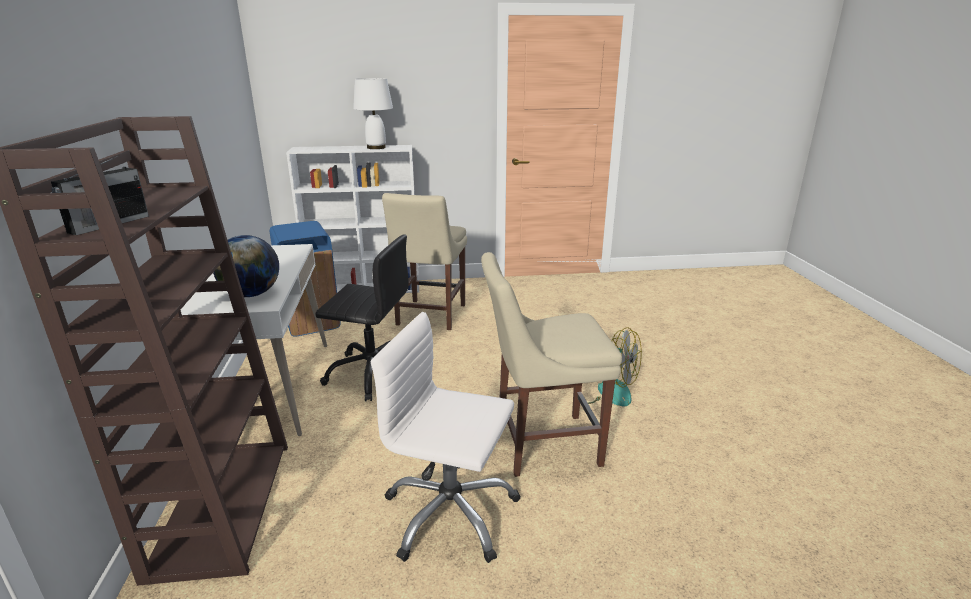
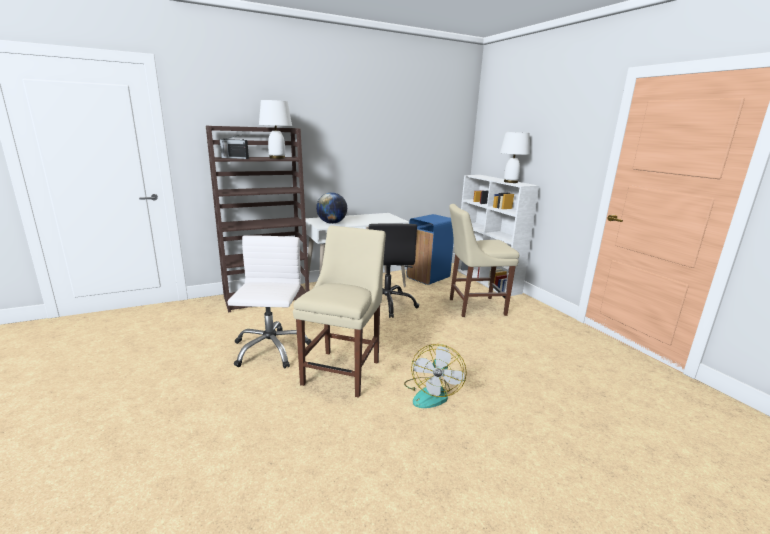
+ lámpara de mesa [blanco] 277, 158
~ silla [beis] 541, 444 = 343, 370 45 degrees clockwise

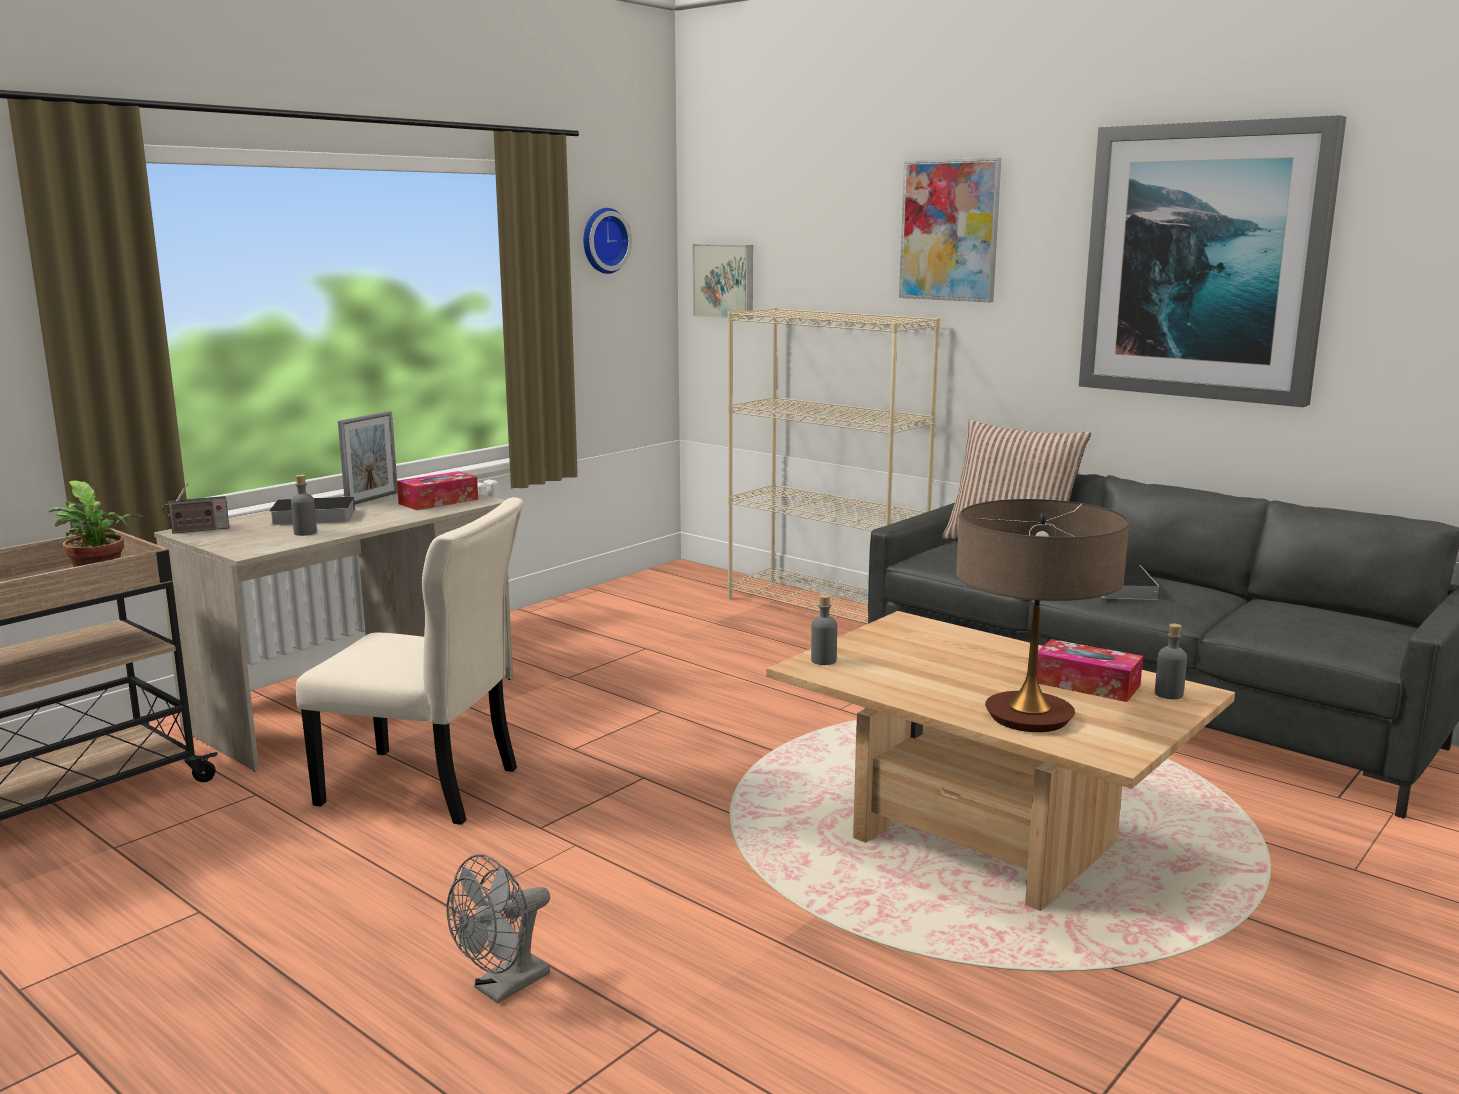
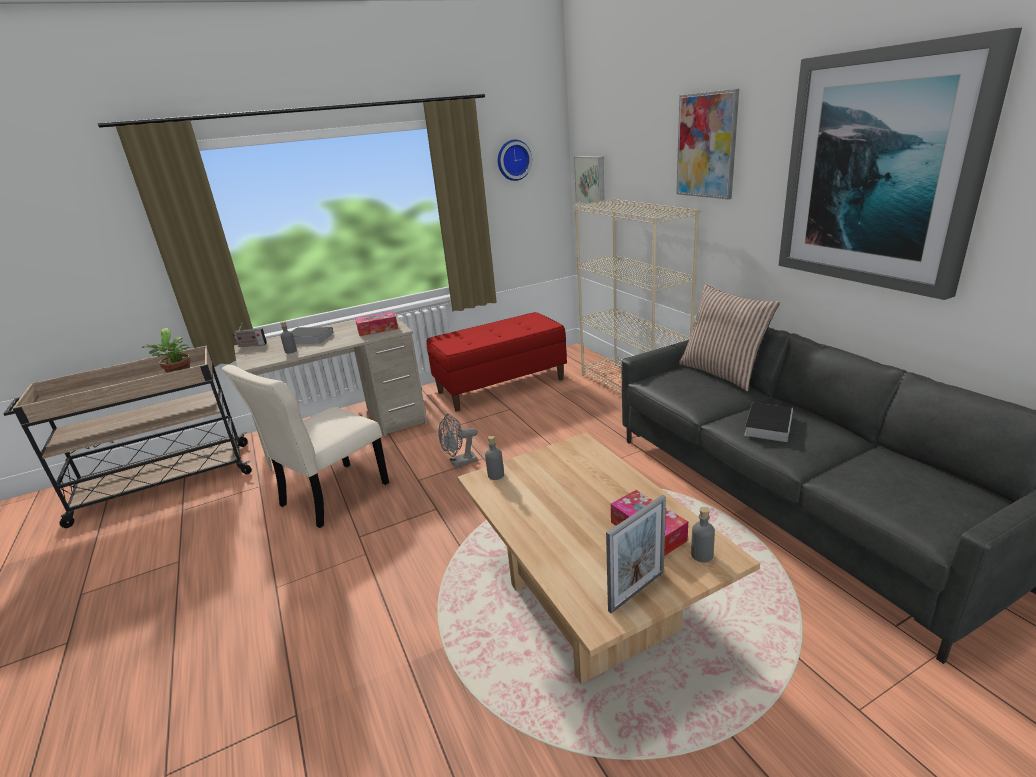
~ silla [beis] 426, 788 = 330, 496 90 degrees clockwise
+ banco [rojo] 501, 385
~ ventilador [gris] 503, 988 to 459, 462
~ portarretratos 372, 499 to 636, 591
- lámpara de mesa 1028, 717

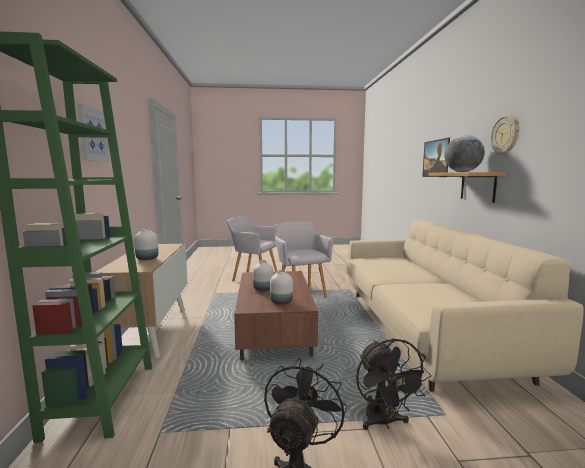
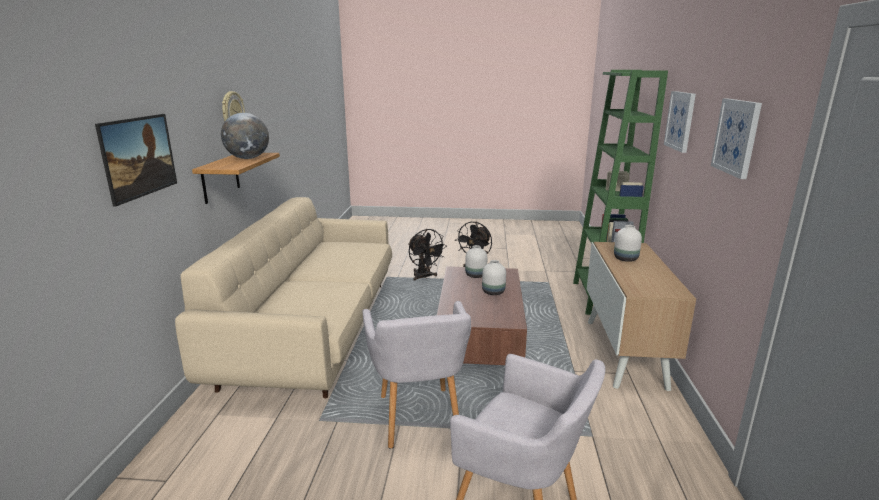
~ ventilador [negro] 384, 422 = 424, 277 150 degrees clockwise
+ cuadro 736, 137

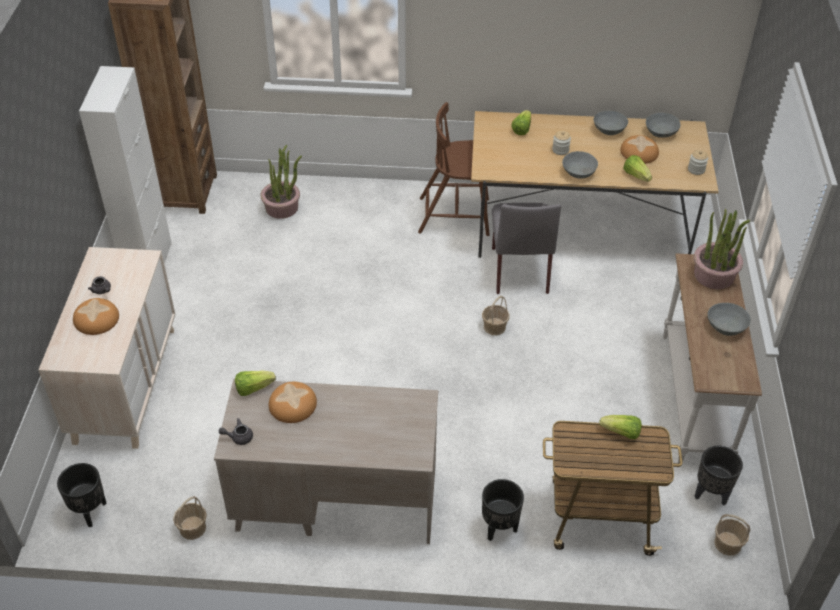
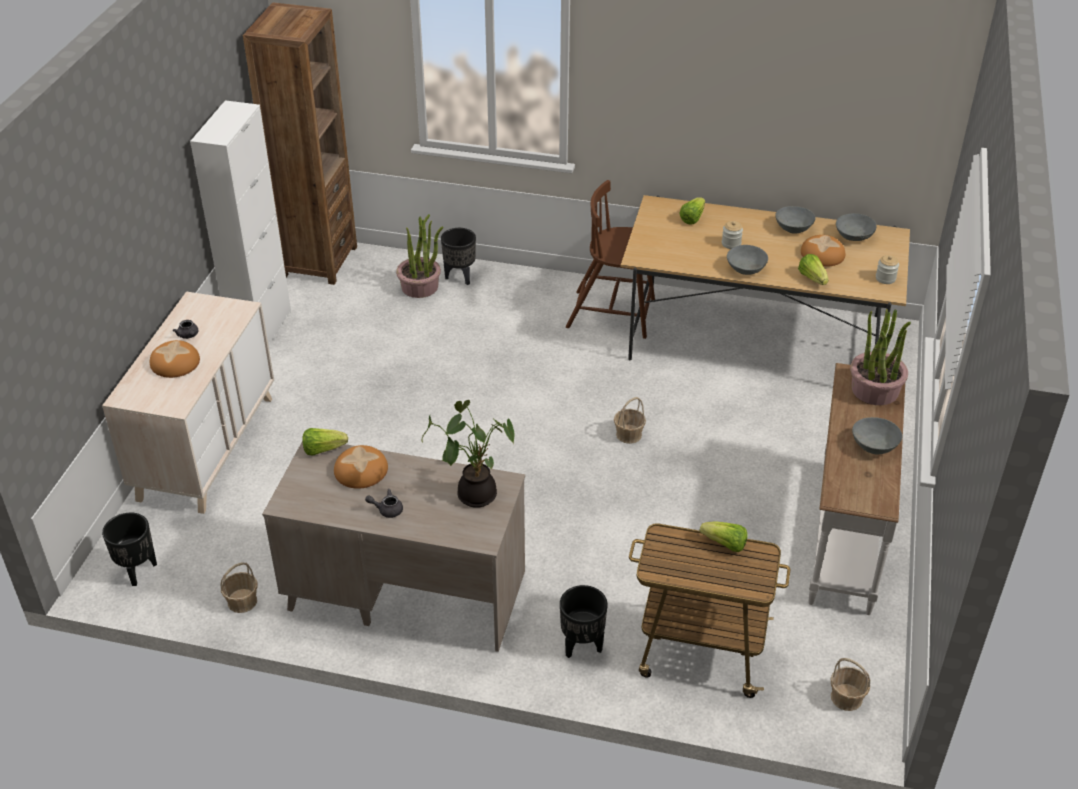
~ tetera [gris] 238, 437 to 387, 509
+ planta en maceta 475, 493
~ maceta [negro] 710, 494 to 459, 277
- silla [gris] 519, 269

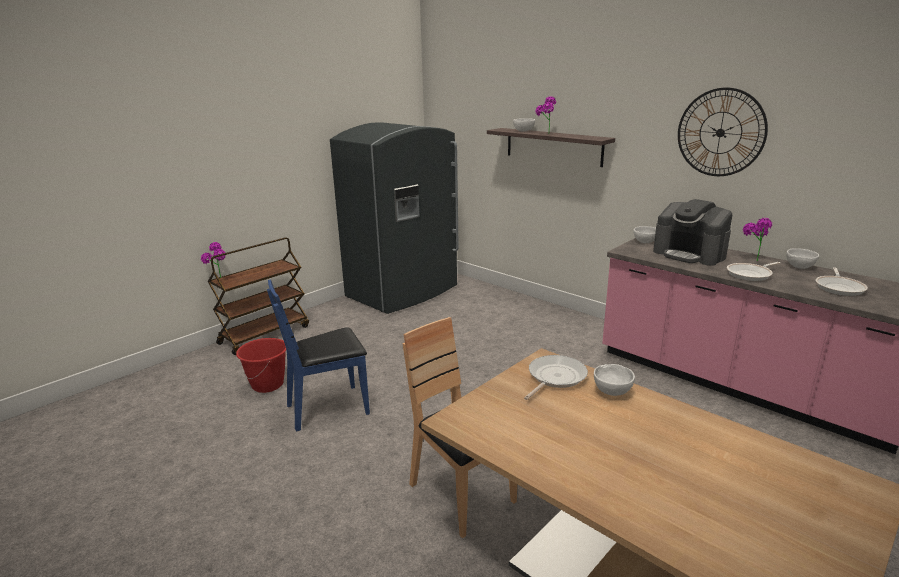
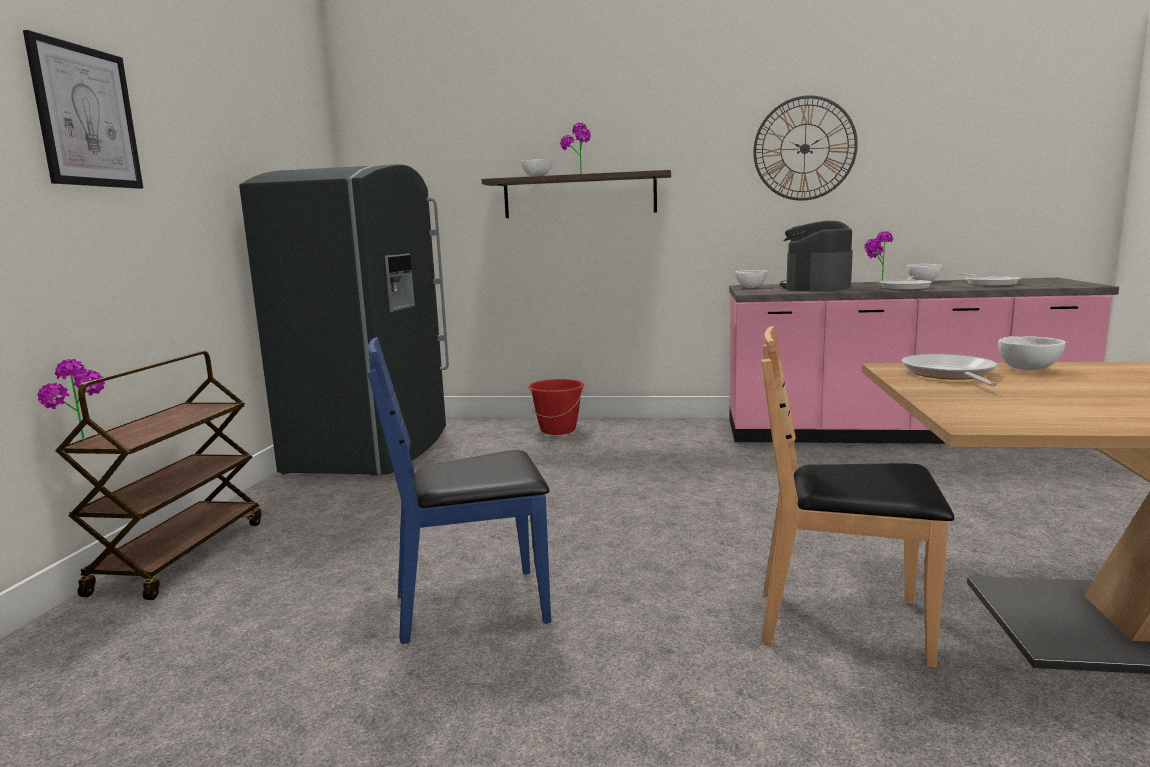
+ cuadro 86, 117
~ silla [azul] 328, 408 = 473, 606 45 degrees clockwise
~ cubo [rojo] 268, 384 to 558, 430
~ cafetera 689, 254 = 816, 287 105 degrees clockwise

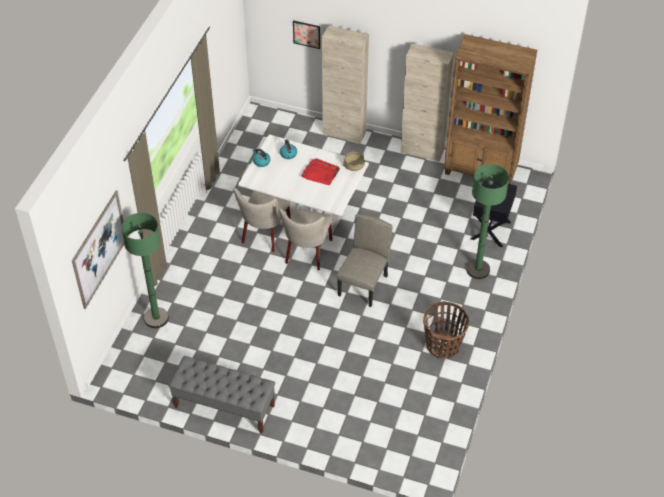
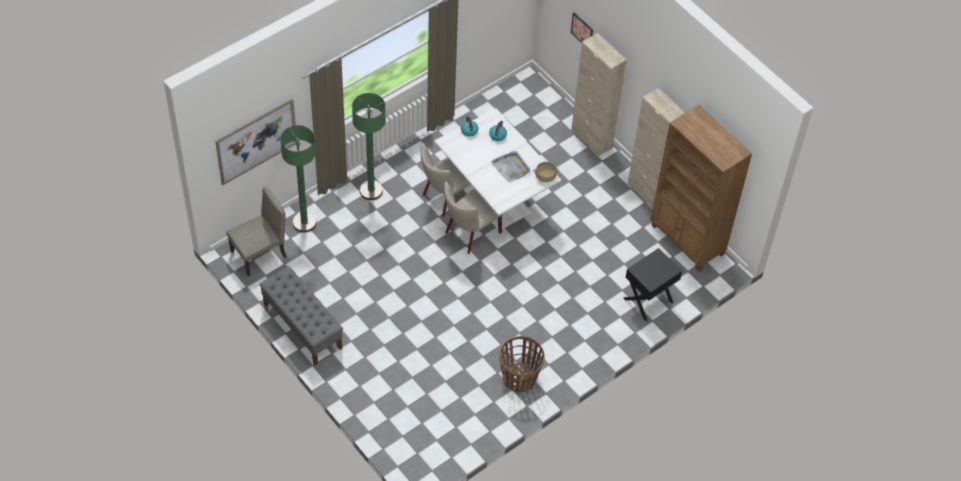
~ silla [beis] 363, 286 to 259, 254
~ lámpara de pie [verde] 478, 270 to 371, 191
~ bandeja [rojo] 320, 173 to bandeja [gris] 511, 167

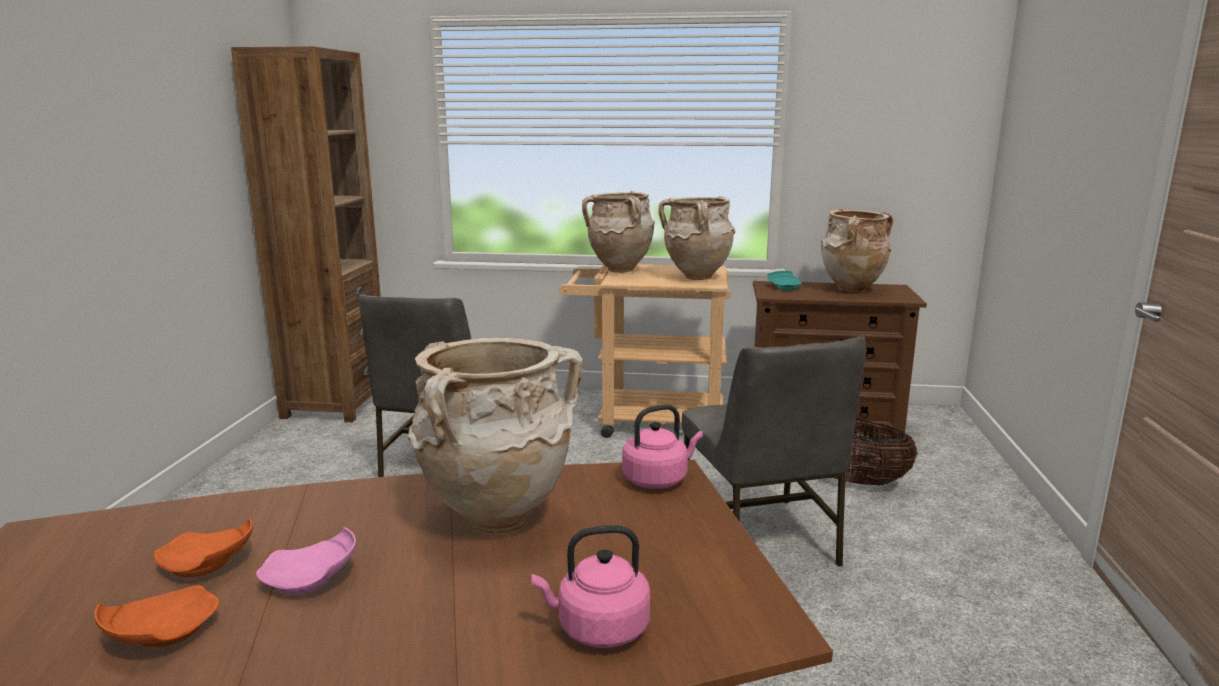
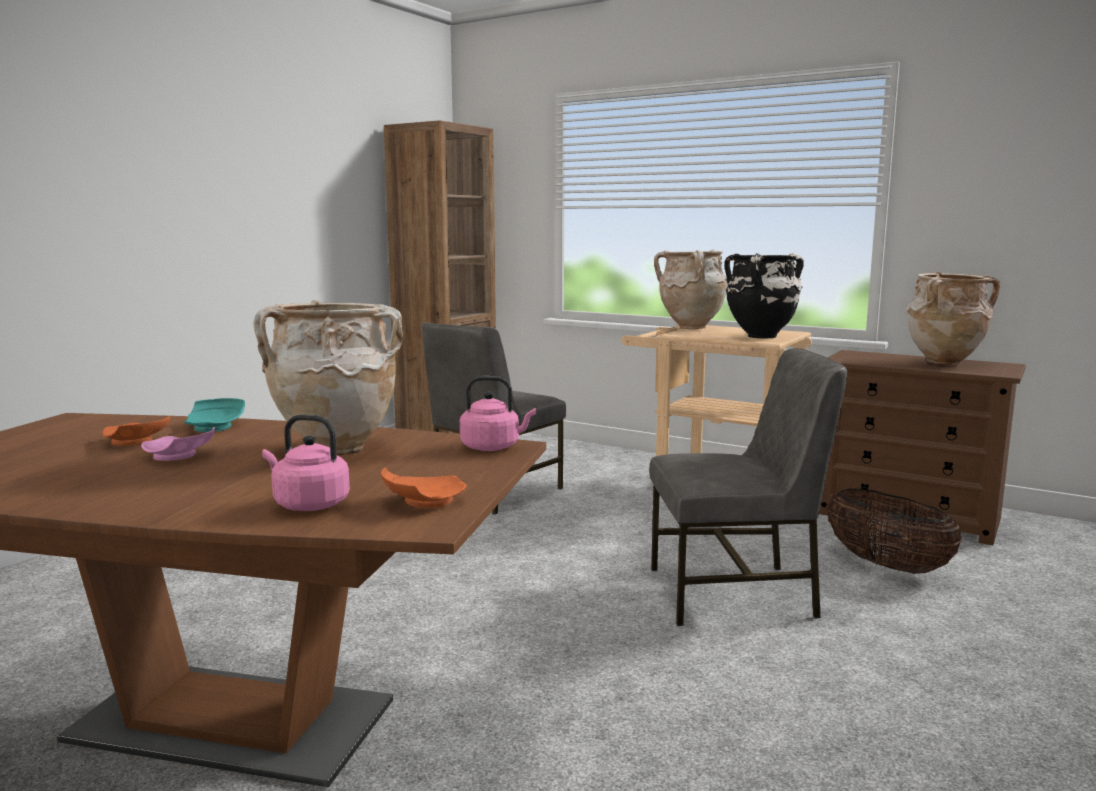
~ plato [turquesa] 785, 287 to 215, 427
~ plato [naranja] 160, 634 to 422, 502
~ silla [gris] 761, 539 = 734, 593 105 degrees counterclockwise
~ florero [beis] 697, 278 to florero [negro] 760, 337

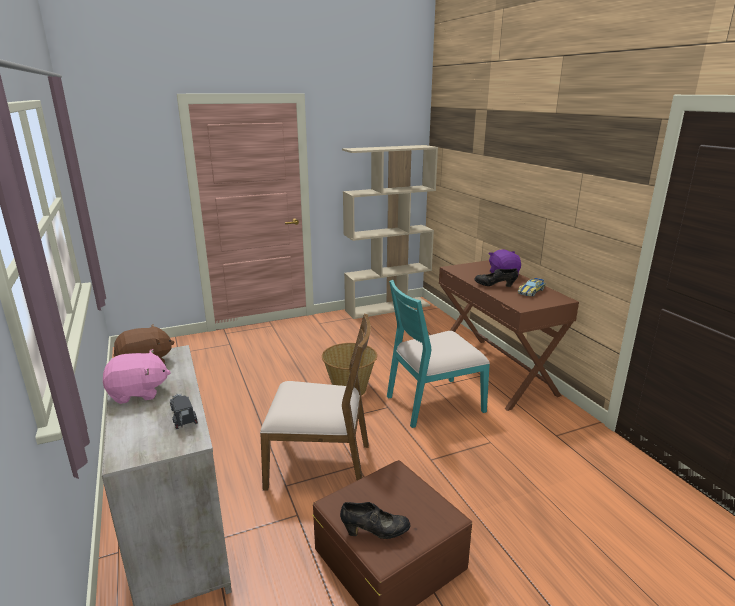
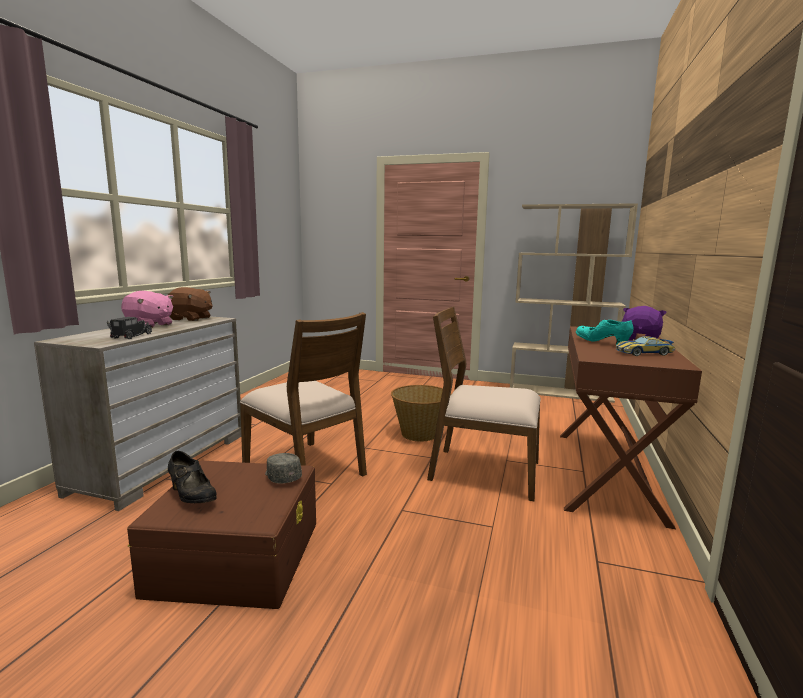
+ gorra [gris] 282, 476
~ silla [turquesa] 433, 403 to silla [marrón] 483, 471
~ zapato [negro] 495, 286 to zapato [turquesa] 602, 343

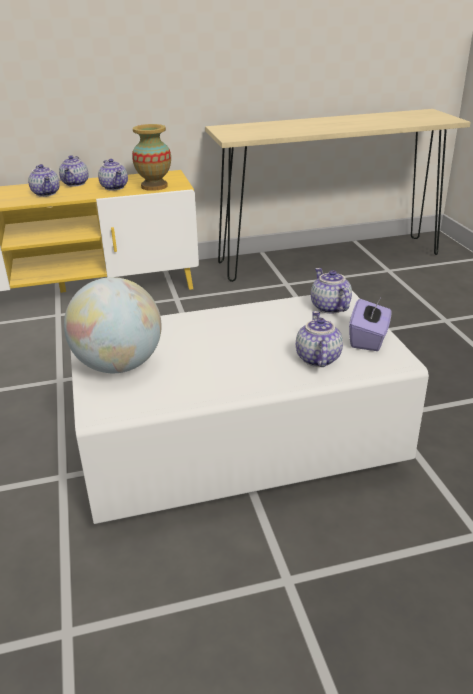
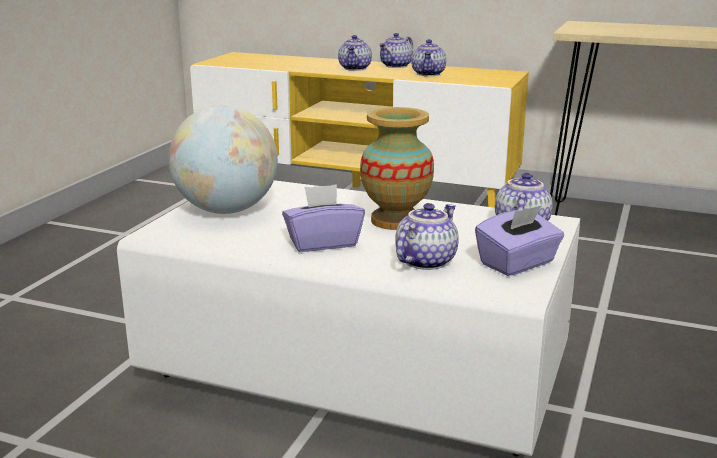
+ caja de pañuelos [morado] 323, 243
~ florero 154, 186 to 396, 221

